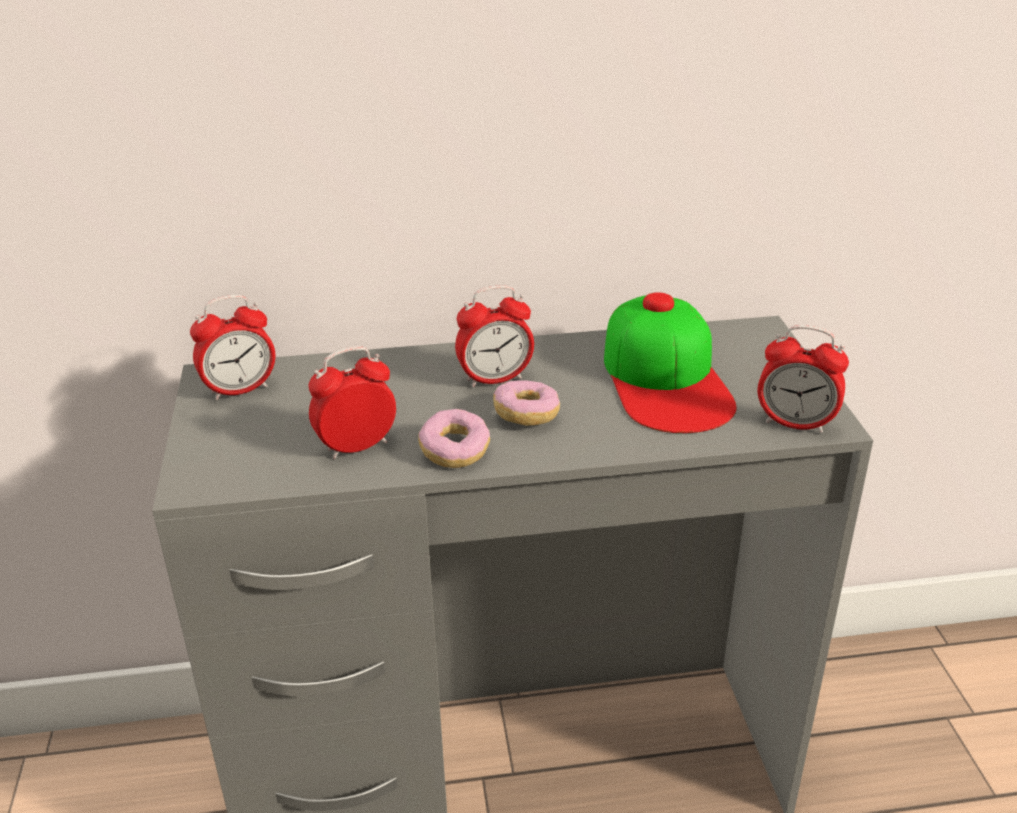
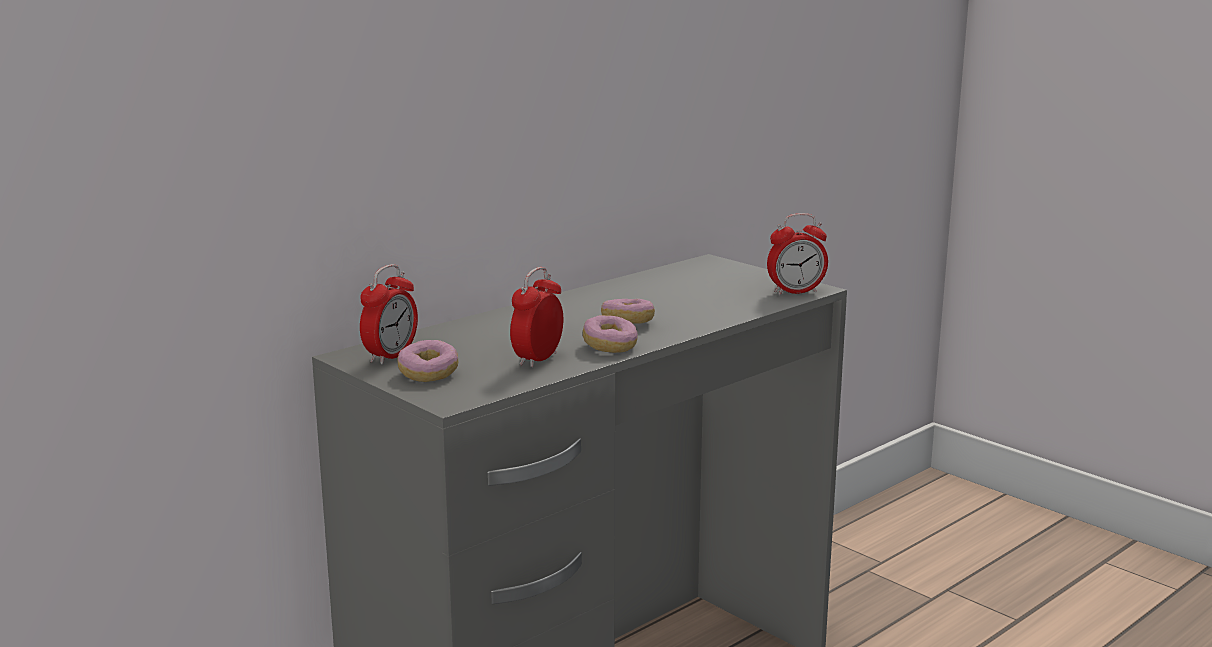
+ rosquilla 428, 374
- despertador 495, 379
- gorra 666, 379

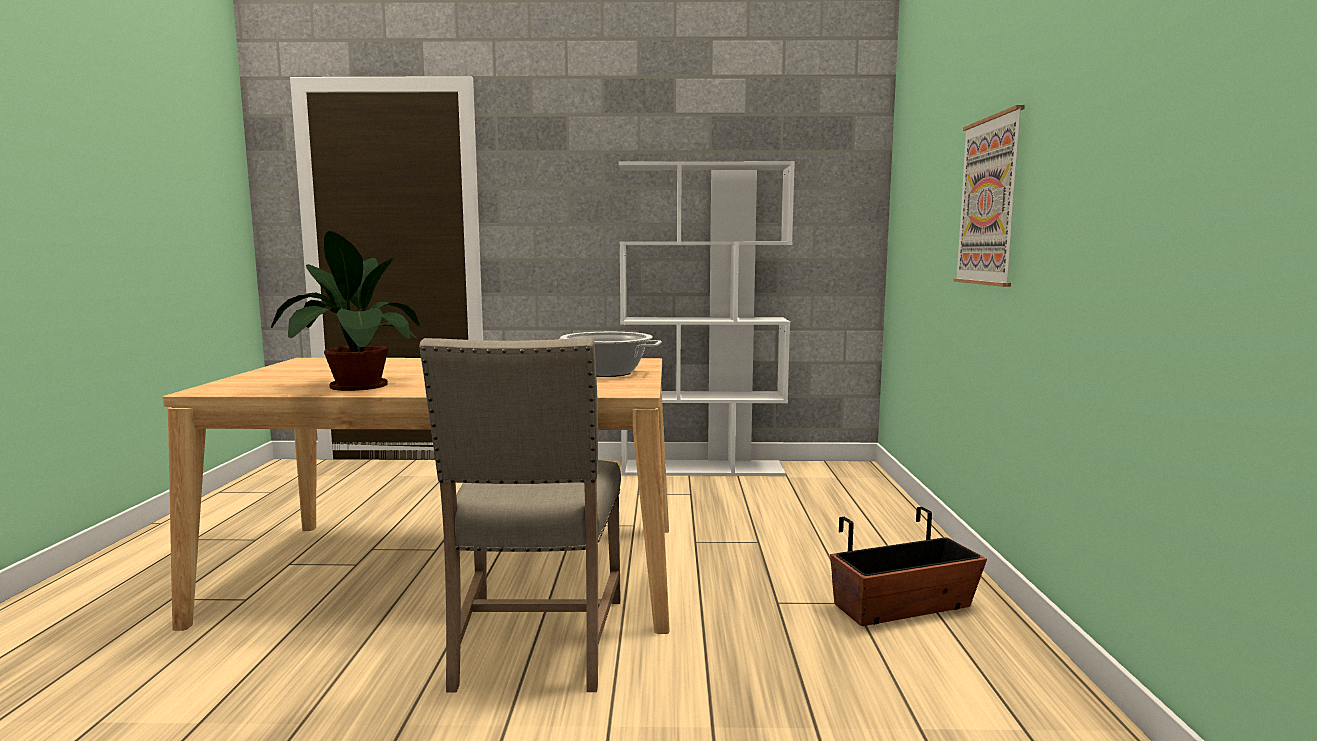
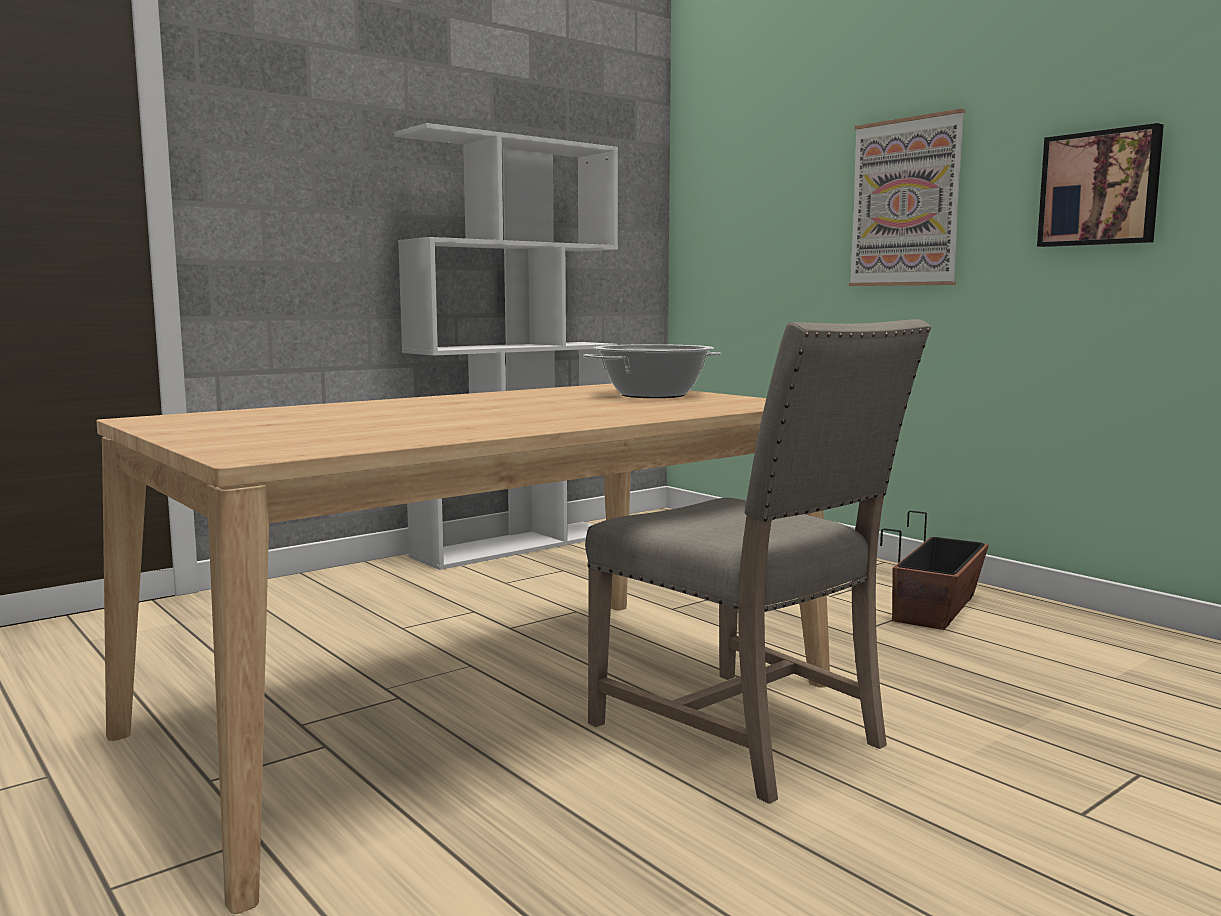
+ cuadro 1100, 188
- planta en maceta 354, 386

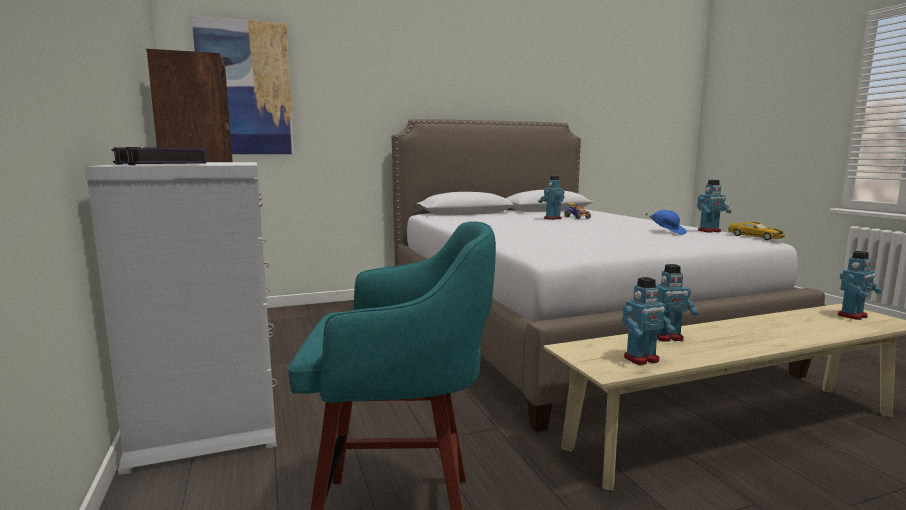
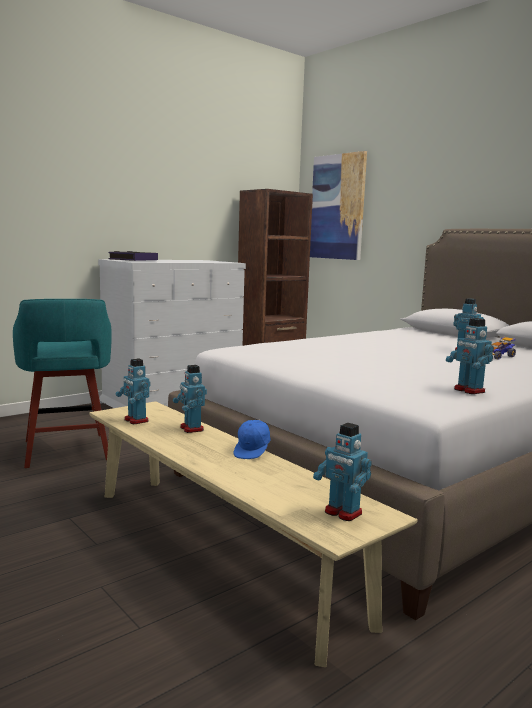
~ gorra [azul] 667, 232 to 253, 451
- coche de juguete 755, 237

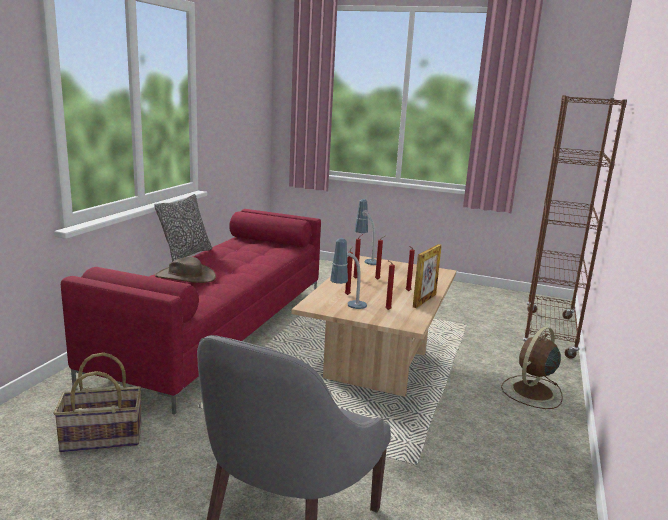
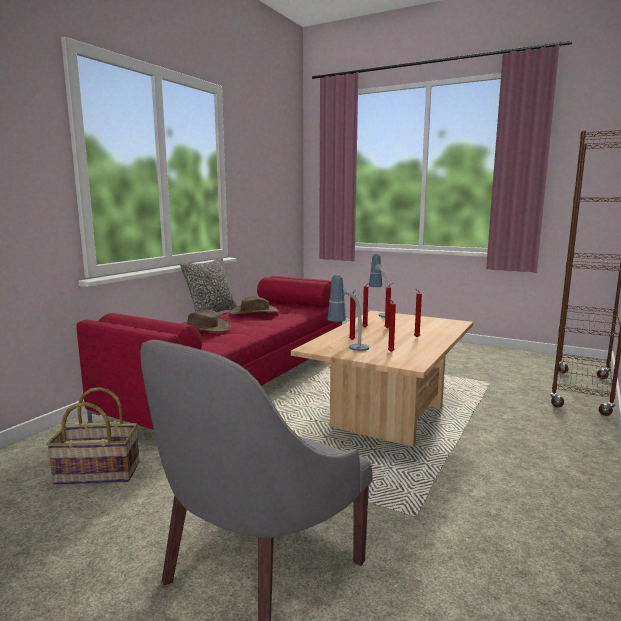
+ sombrero [marrón] 255, 312
- portarretratos 424, 300
- ventilador [marrón] 531, 392

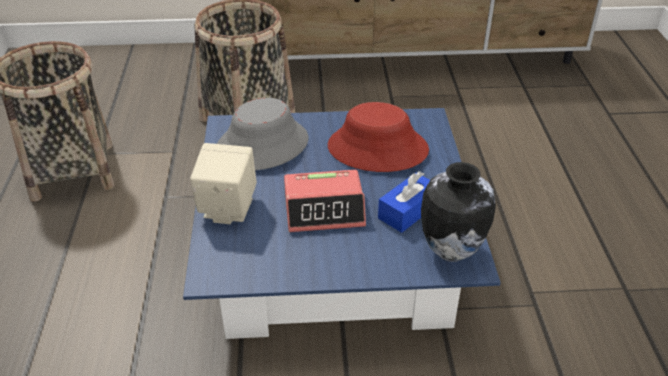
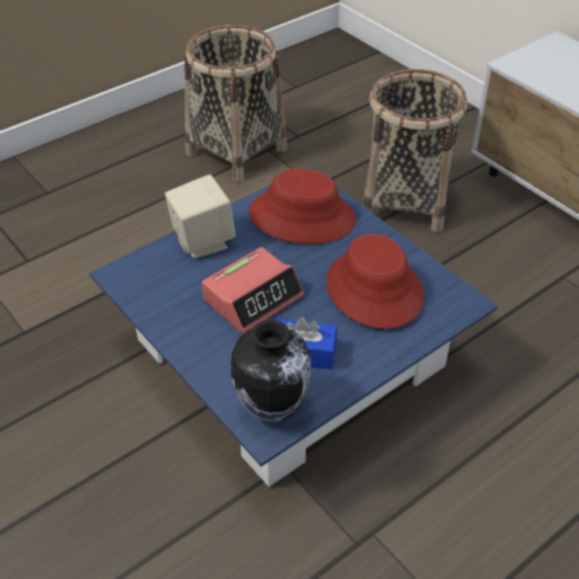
~ despertador 324, 209 = 253, 298 90 degrees counterclockwise
~ sombrero [gris] 262, 145 to sombrero [rojo] 302, 216

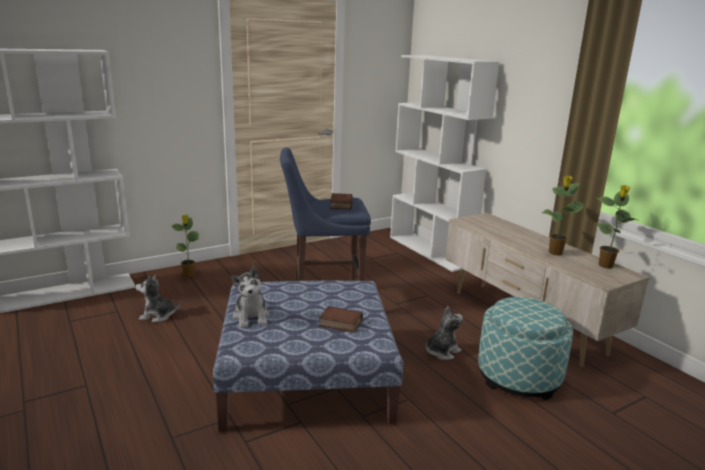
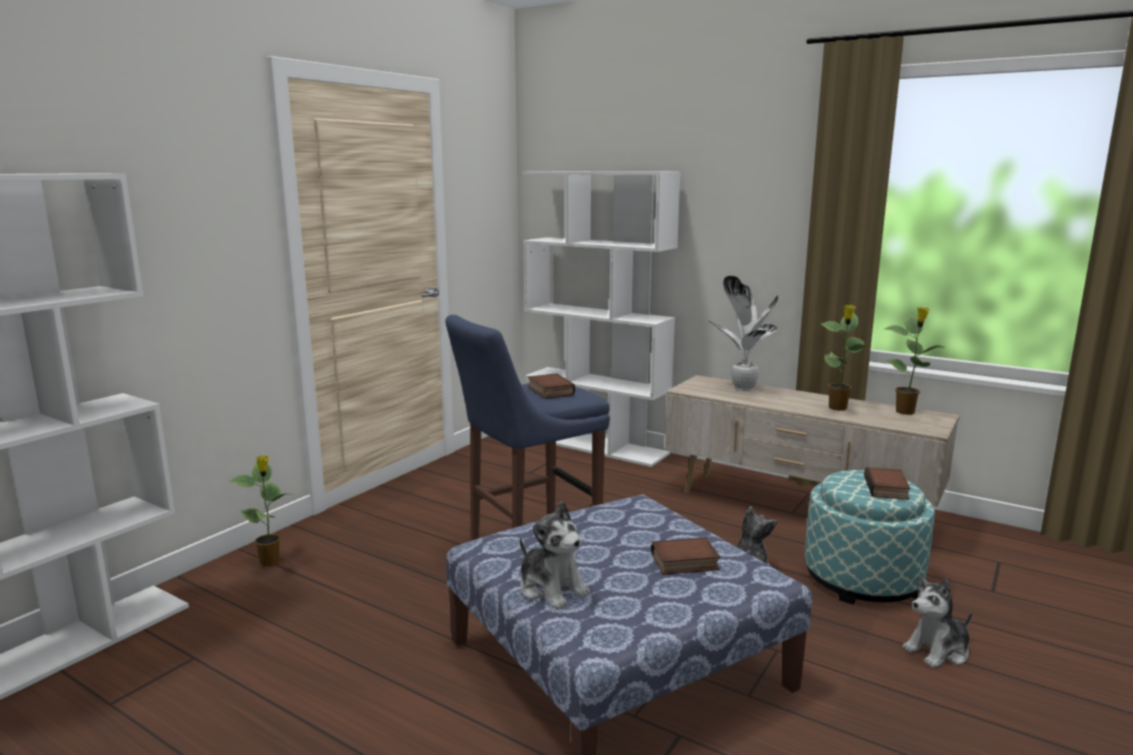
+ planta en maceta 742, 389
+ libro 887, 489
~ peluche 158, 316 to 938, 651

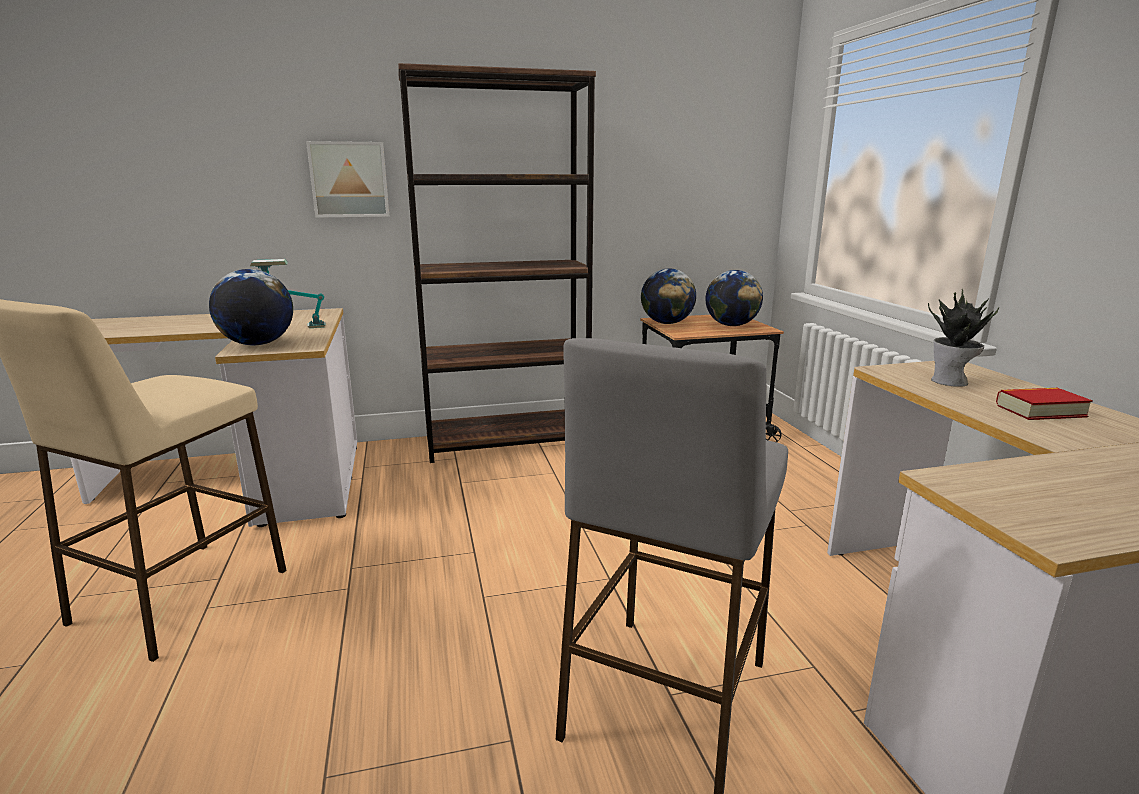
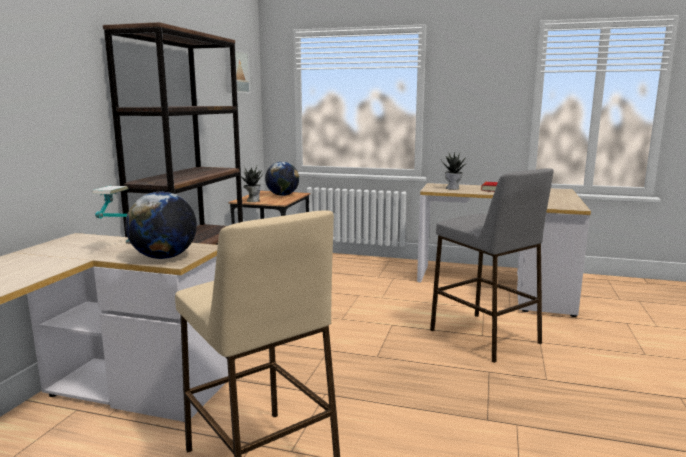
~ cuadro 349, 179 to 235, 72
~ globo terráqueo 667, 323 to planta en maceta 252, 201

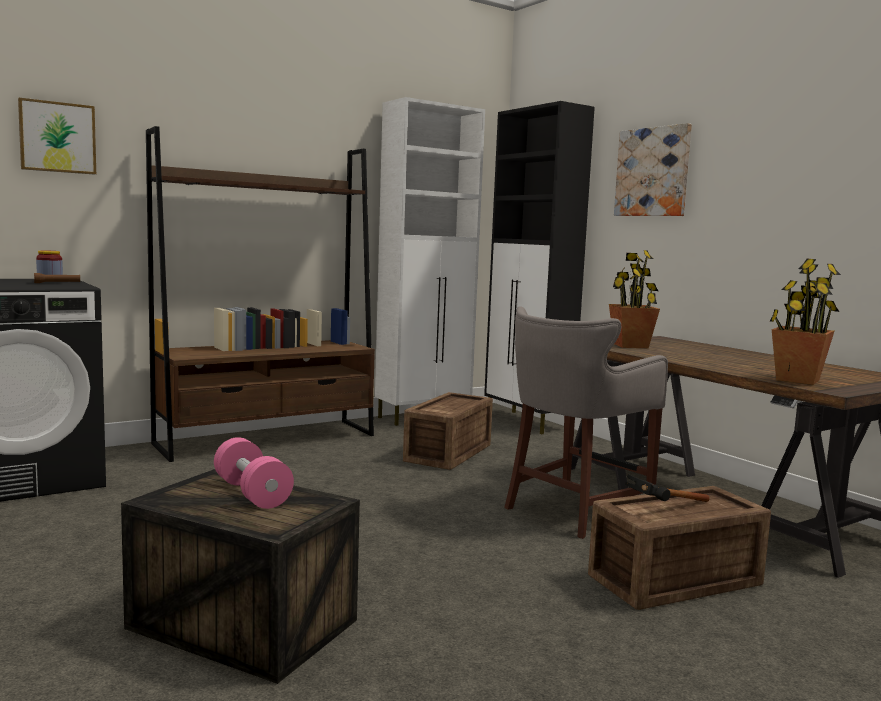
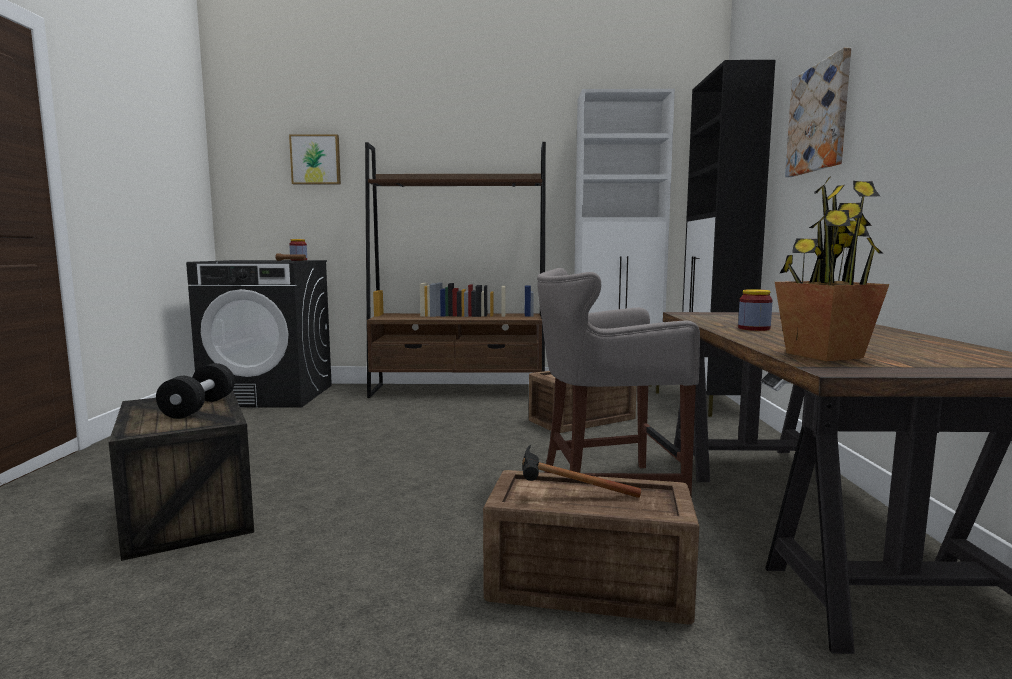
~ mancuerna [rosa] 252, 493 to mancuerna [negro] 199, 407
+ tarro 754, 328
- planta en maceta 631, 346

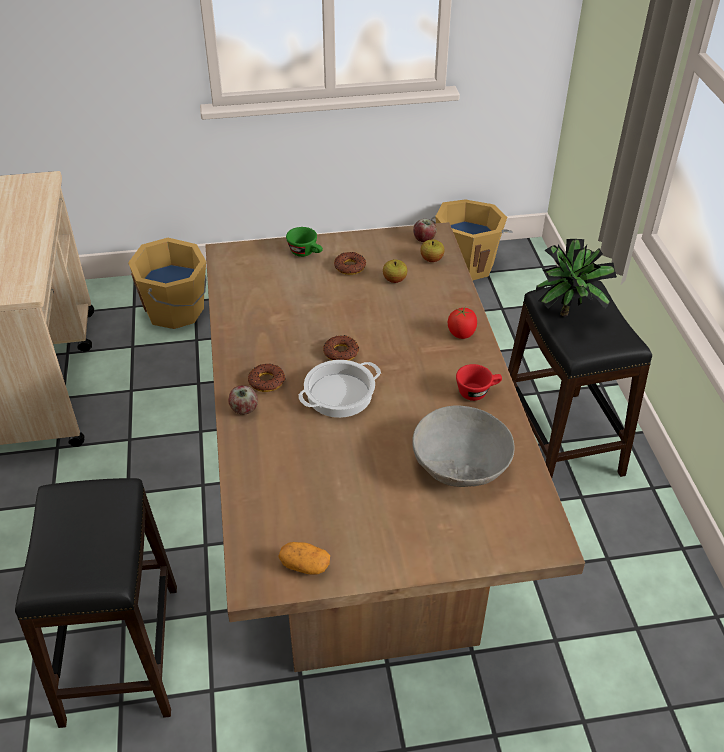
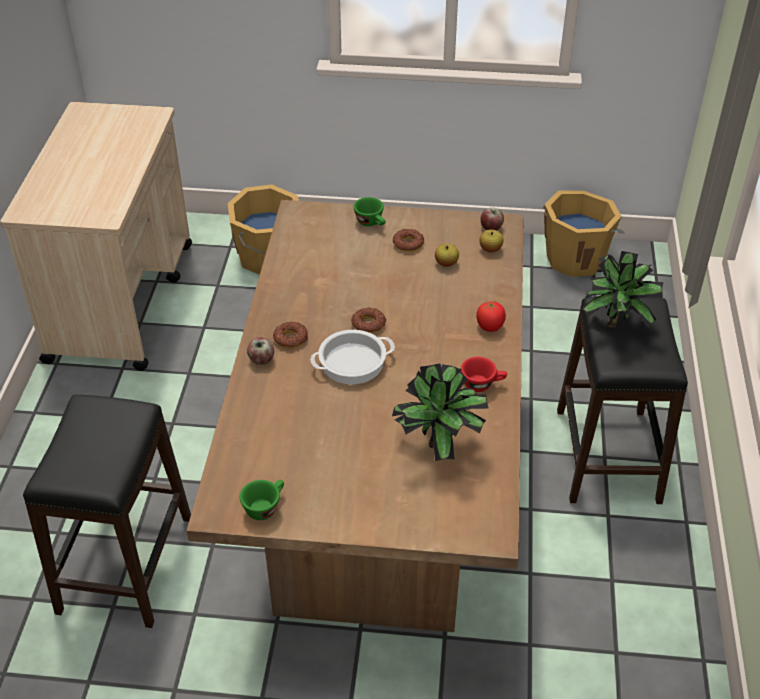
~ patata 305, 565 to taza [verde] 265, 506
~ cuenco [gris] 461, 463 to planta en maceta 440, 447

